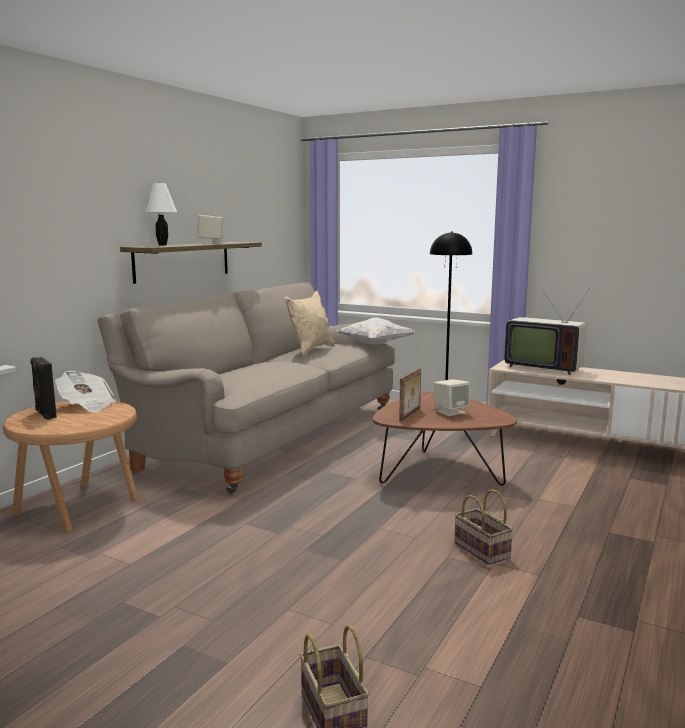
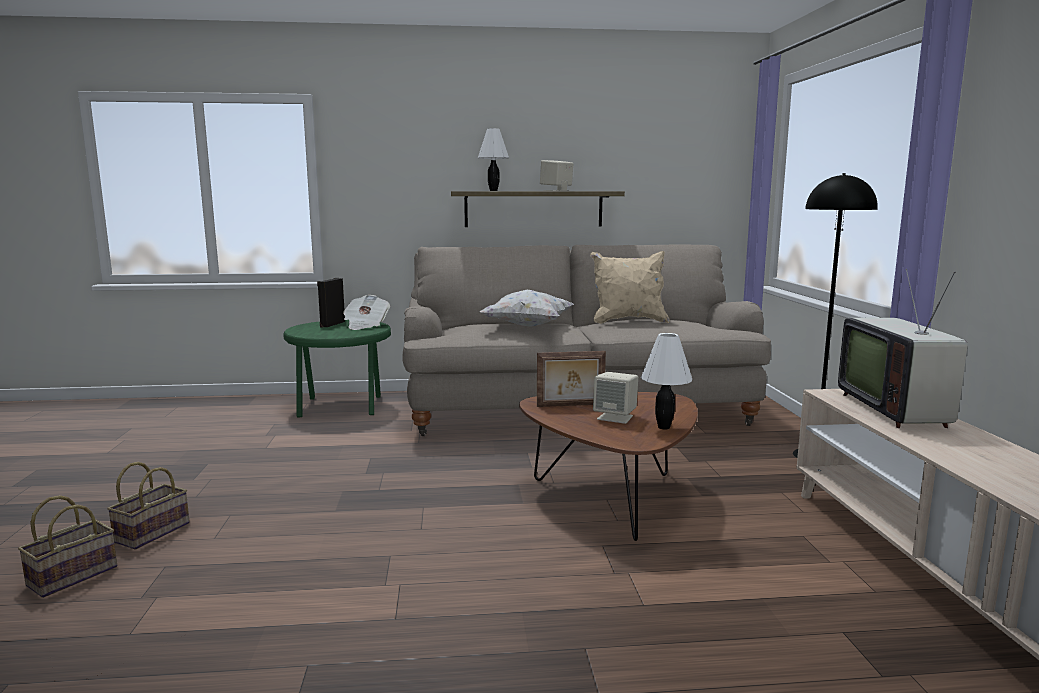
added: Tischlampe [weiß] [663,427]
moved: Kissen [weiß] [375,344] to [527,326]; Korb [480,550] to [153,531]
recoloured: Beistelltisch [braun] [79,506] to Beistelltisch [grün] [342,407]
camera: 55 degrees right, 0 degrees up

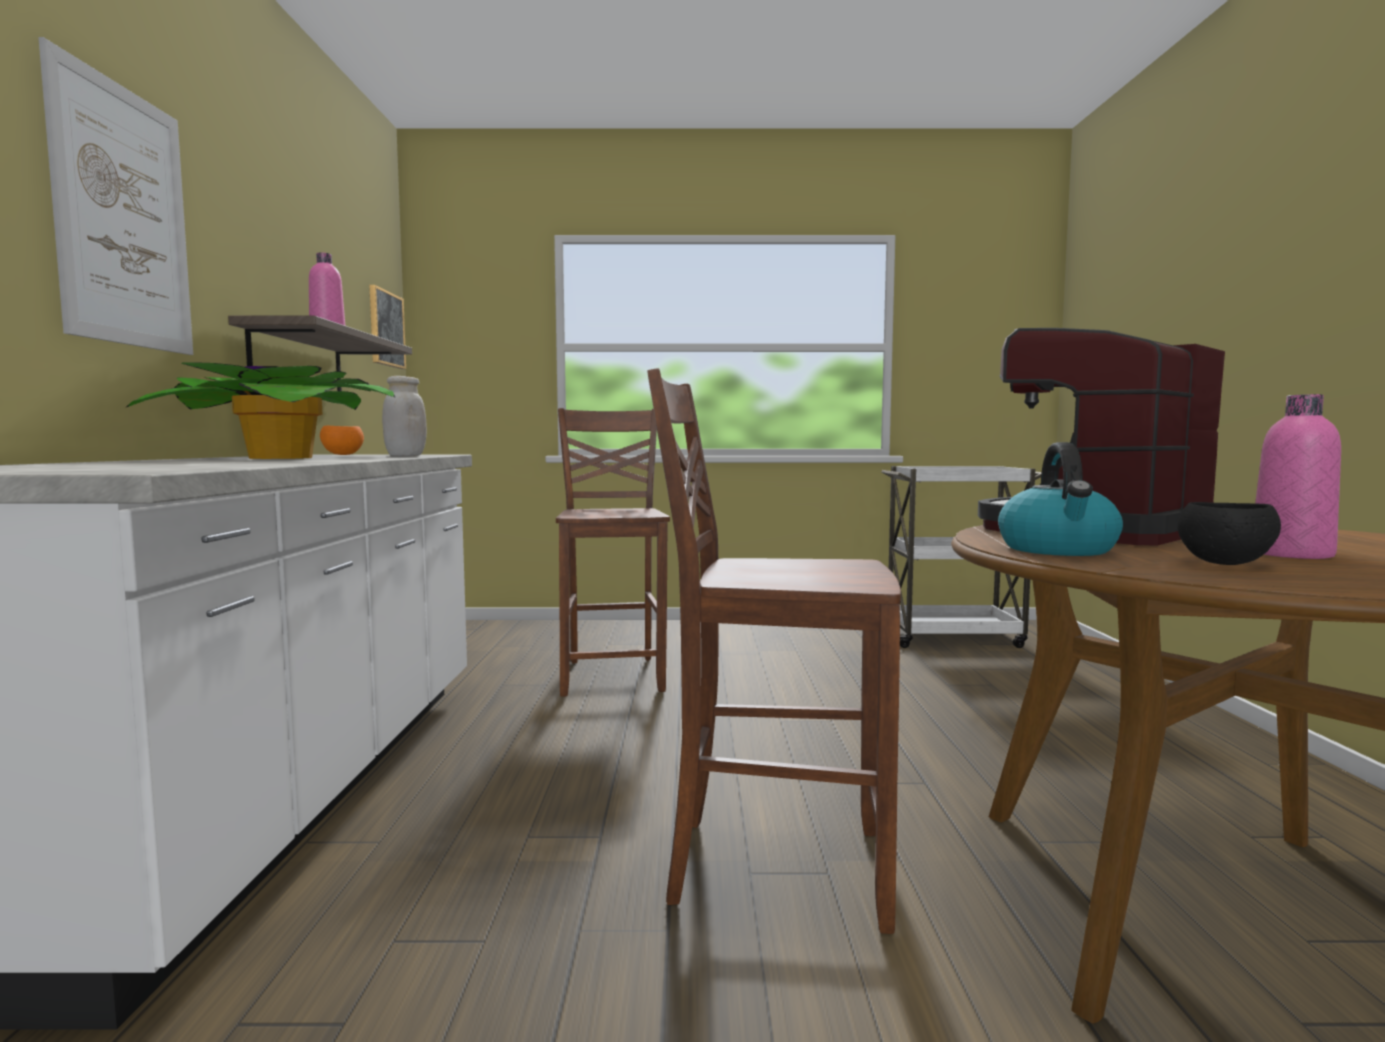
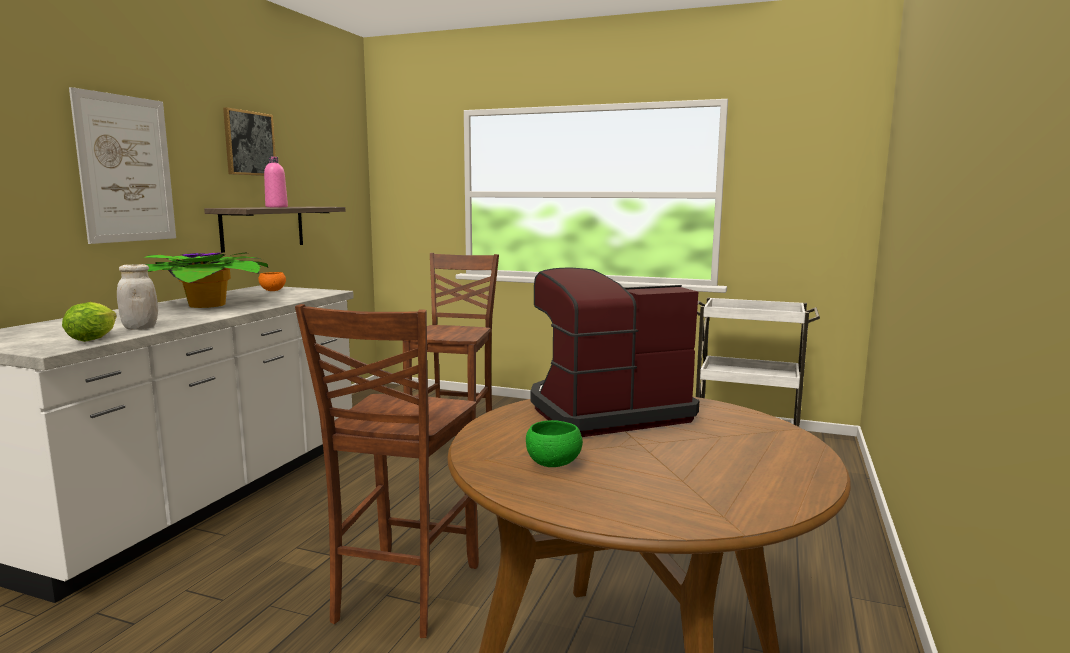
removed: Wasserkessel [1058,550]; Flasche [rosa] [1291,554]
added: Salatkopf [95,338]
moved: Bild [386,329] to [249,143]; Vorratsglas [weiß] [405,456] to [140,327]
recoloured: Schüssel [schwarz] [1224,563] to Schüssel [grün] [553,464]
turned: Stuhl [braun] [773,866] = [403,594] 105 degrees counterclockwise
camera: 20 degrees right, 5 degrees up

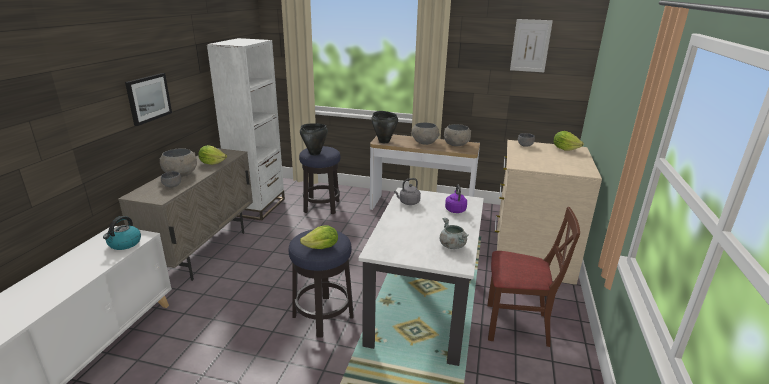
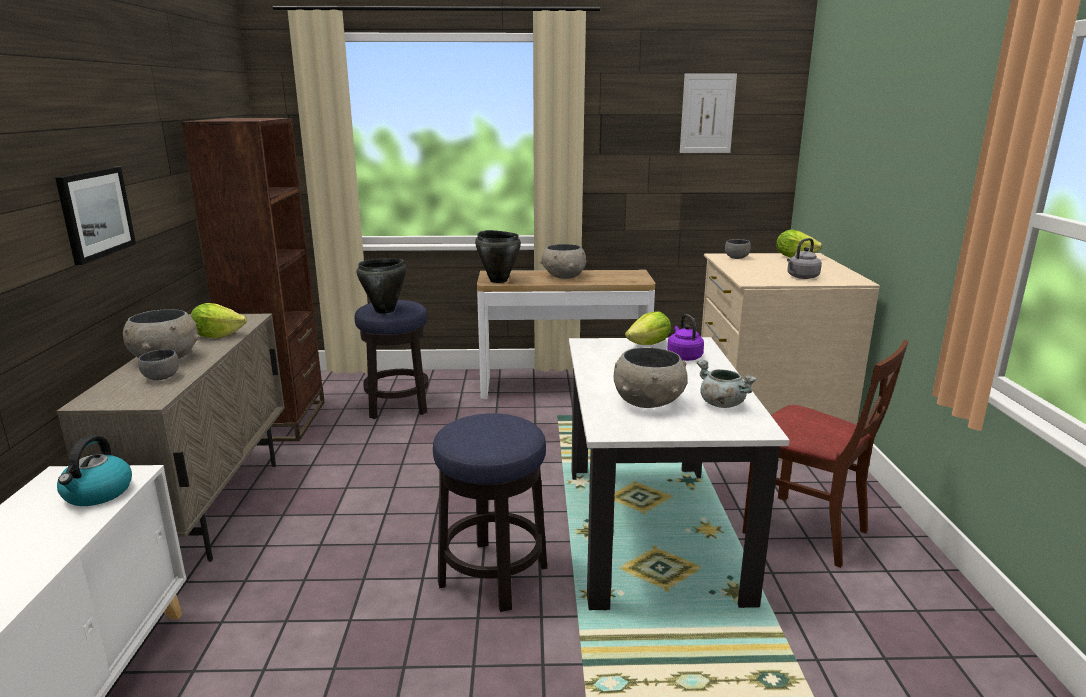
moved: Salatkopf [322,248] to [649,344]; Wasserkessel [grau] [408,202] to [801,277]; Schüssel [grau] [456,145] to [648,402]
recoloured: Bücherregal [weiß] [258,207] to Bücherregal [braun] [282,421]
turned: Stuhl [braun] [516,325] = [805,530] 45 degrees clockwise
camera: 15 degrees left, 5 degrees down

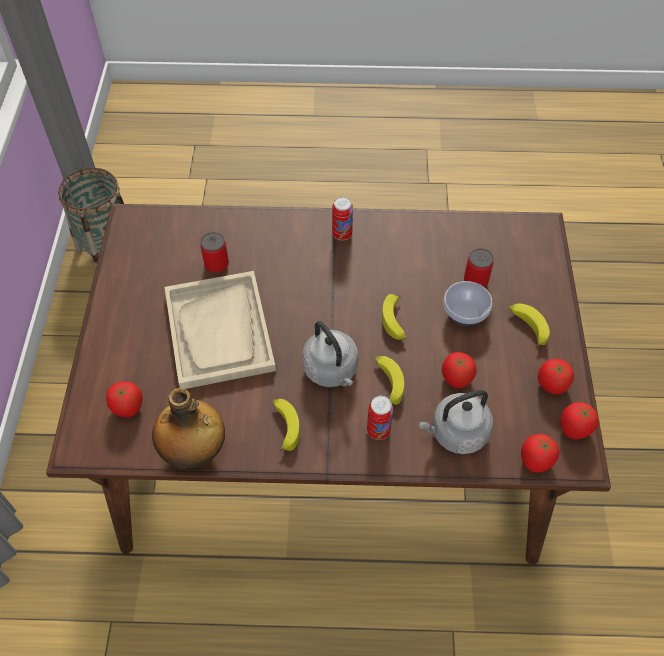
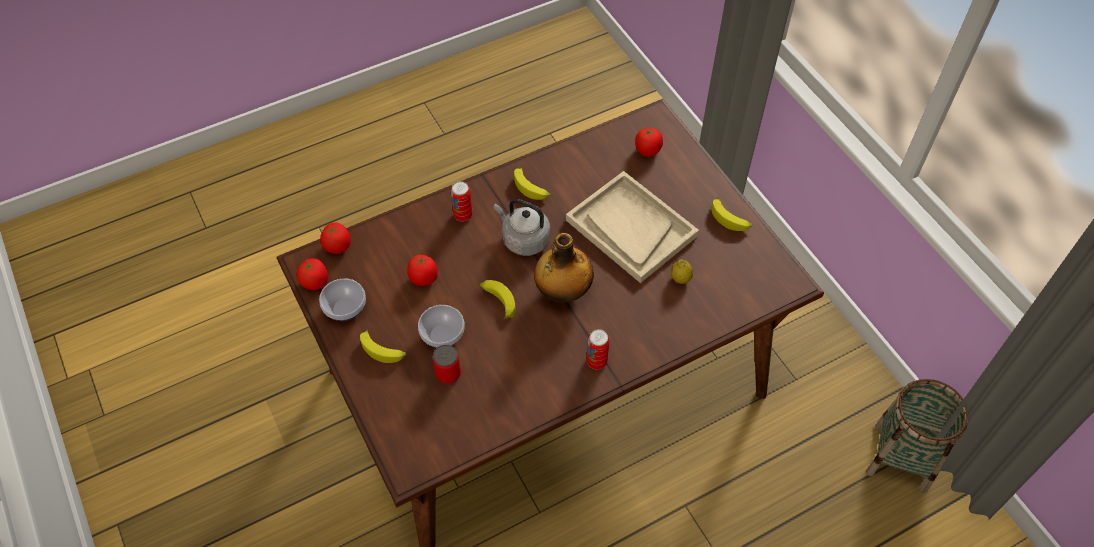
removed: Wasserkessel [grau] [456,433]
moved: Flasche [194,452] to [562,292]; Banane [387,382] to [730,219]
replaced: Dose [216,264] to Zitrone [680,279]; Tomate [551,385] to Schüssel [344,309]
camera: 150 degrees right, 0 degrees up

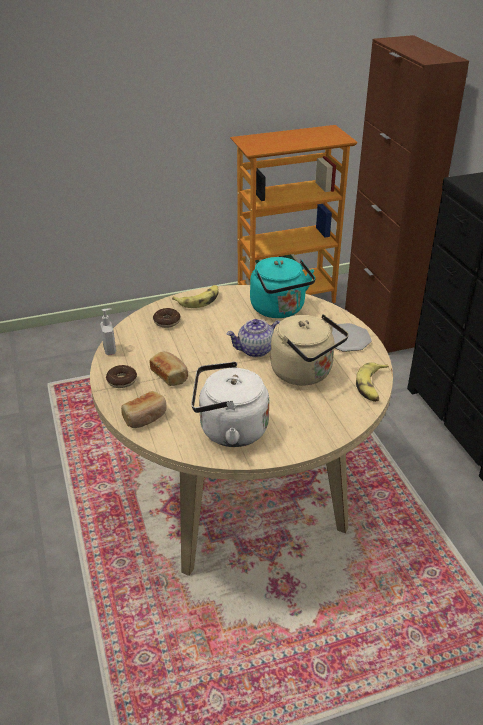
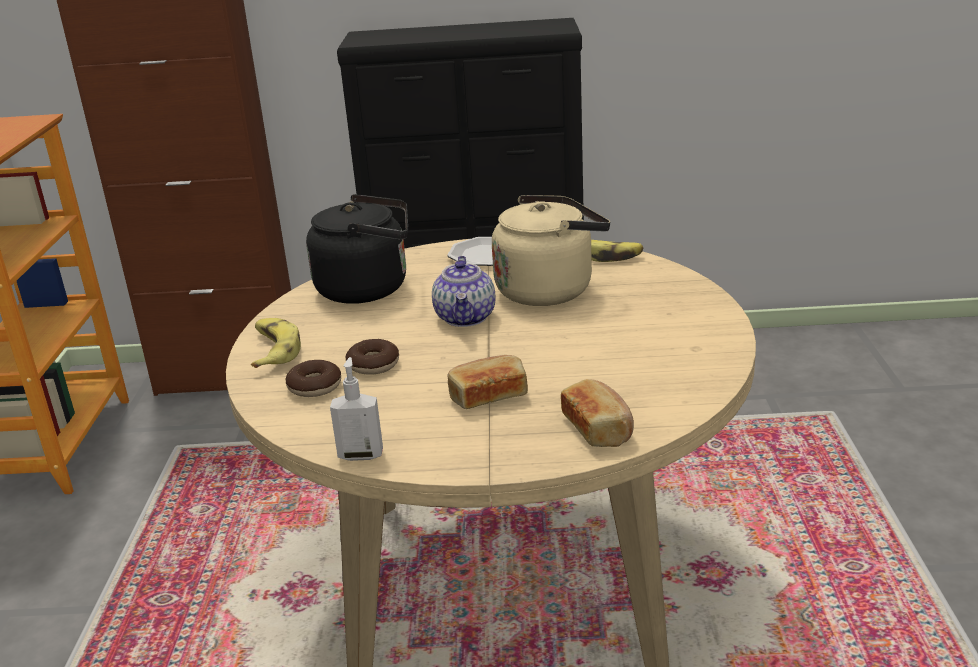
removed: Wasserkessel [weiß] [229,430]
moved: Donut [122,380] to [373,365]
recoloured: Wasserkessel [türkis] [279,309] to Wasserkessel [schwarz] [369,288]
camera: 70 degrees left, 10 degrees down

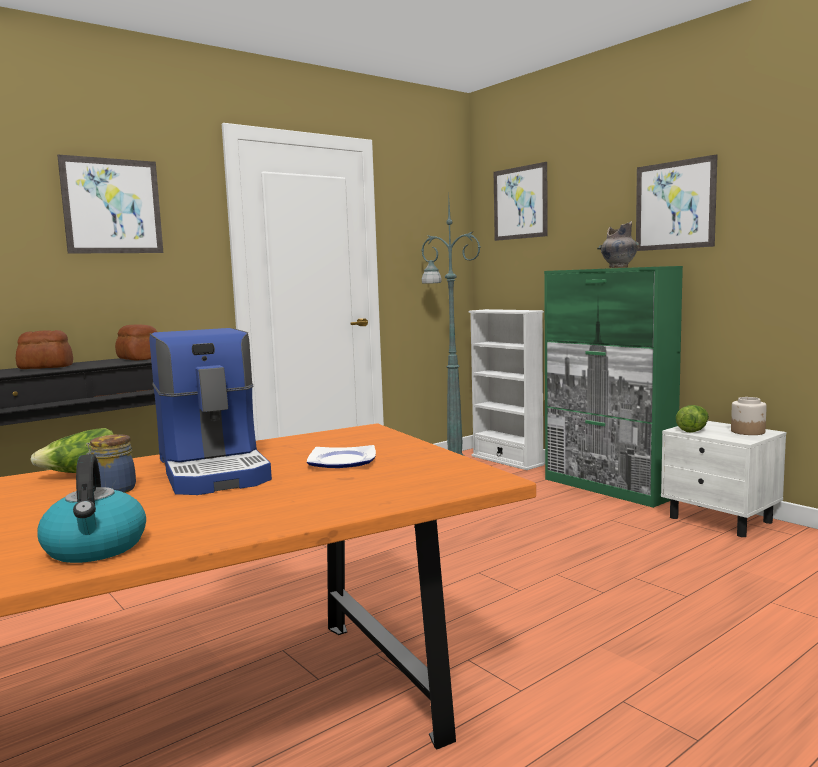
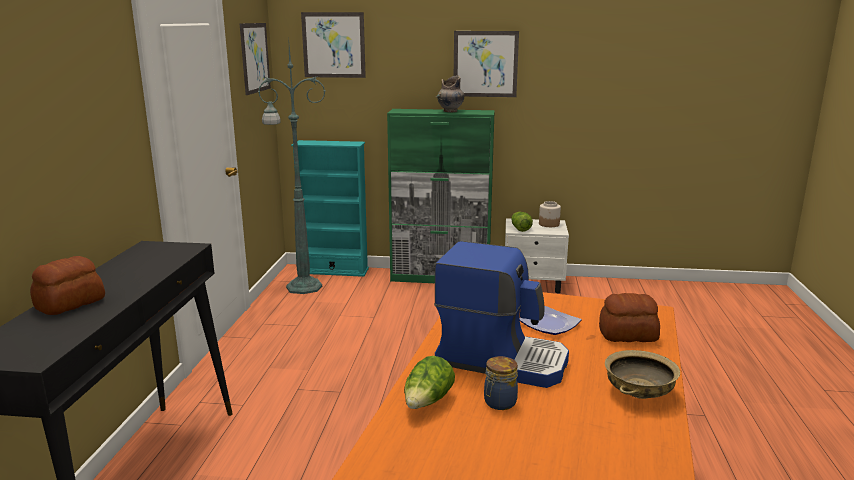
removed: Wasserkessel [96,548]
added: Schüssel [beige] [638,392]
moved: Bild [112,206] to [255,57]; Brot [140,358] to [627,334]
recoloured: Bücherregal [weiß] [507,460] to Bücherregal [türkis] [334,271]
camera: 45 degrees left, 10 degrees up

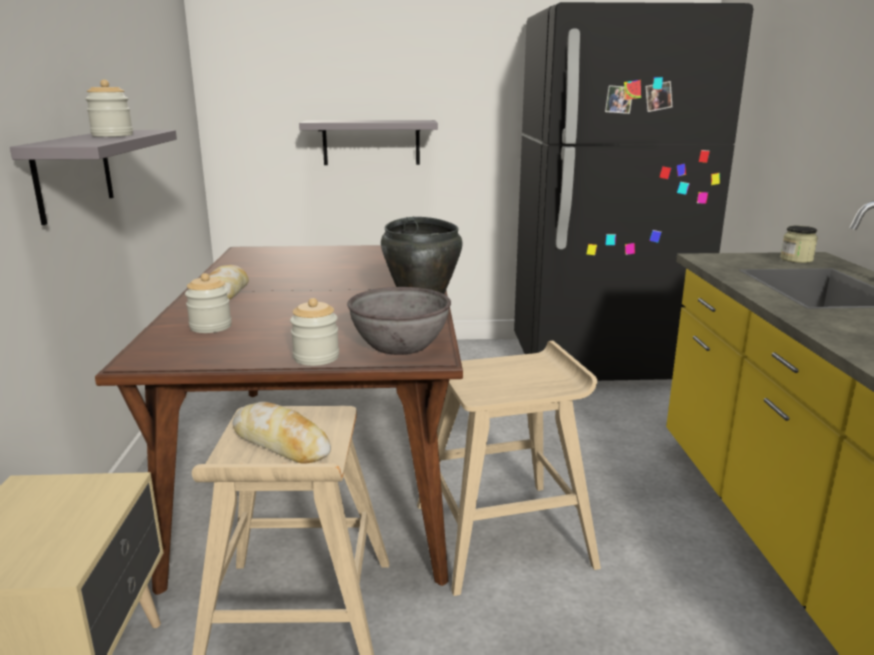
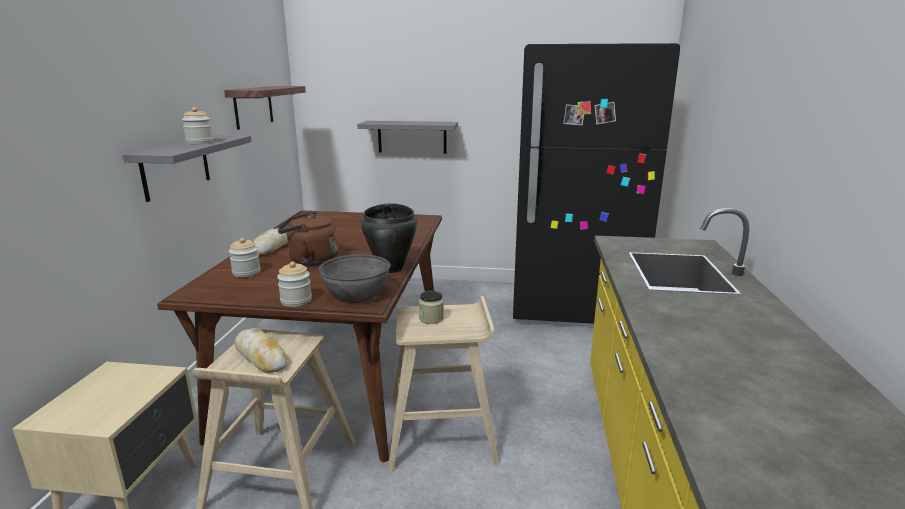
added: Wandregal [253,106]; Wasserkessel [braun] [310,260]
moved: Vorratsglas [796,259] to [431,318]
camera: 10 degrees right, 0 degrees up

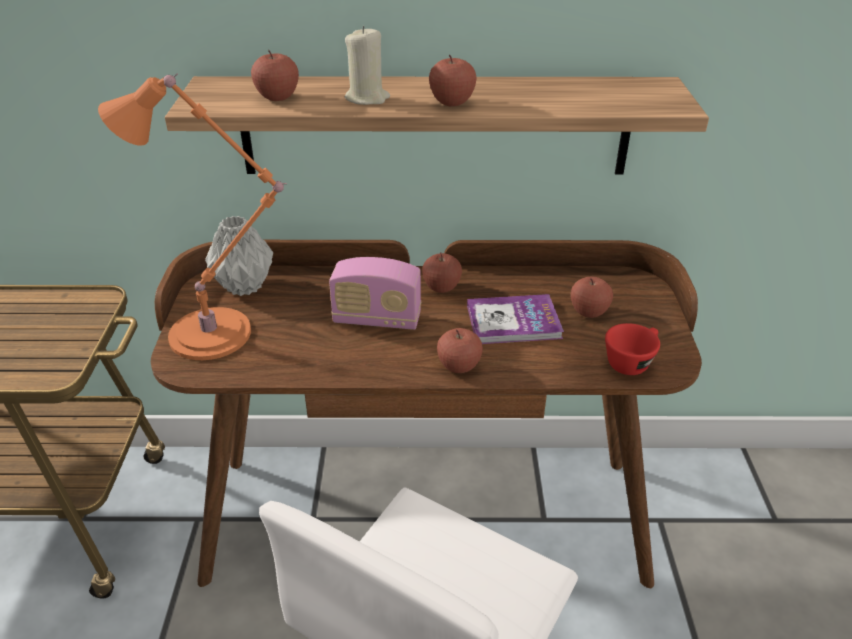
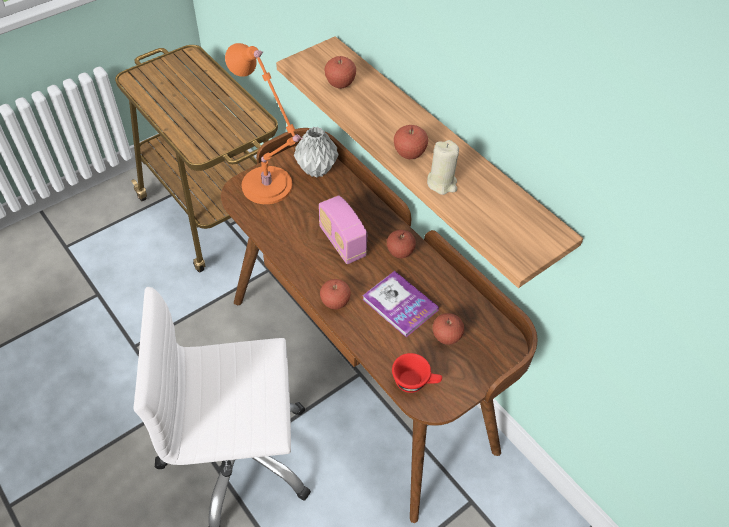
moved: Kerze [beige] [367,98] to [442,183]
camera: 50 degrees right, 15 degrees up

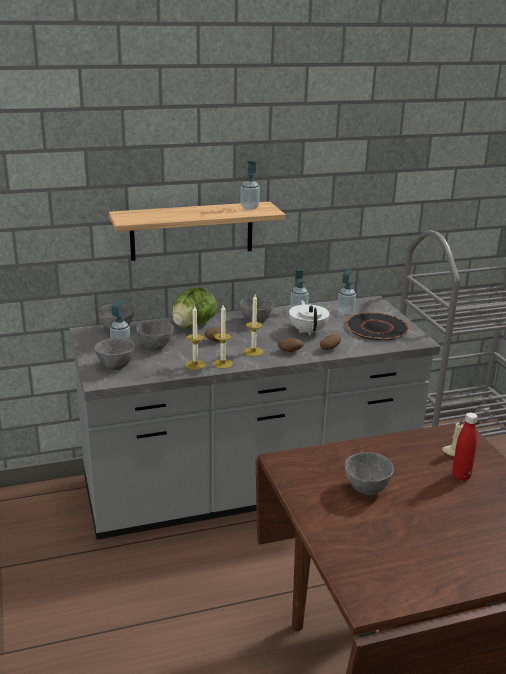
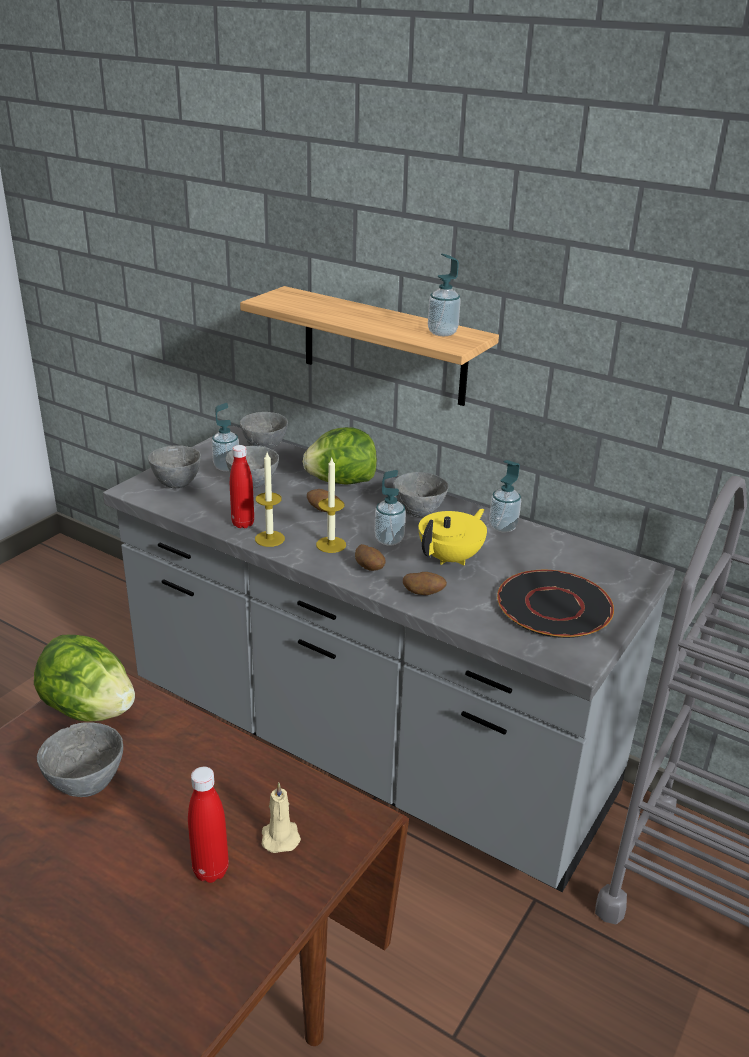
added: Salatkopf [89,709]
moved: Seifenspender [345,311] to [389,540]
replaced: Kerze [195,365] to Flasche [rot] [243,524]
recoloured: Teekanne [weiß] [308,331] to Teekanne [gelb] [451,558]
camera: 50 degrees right, 5 degrees up

